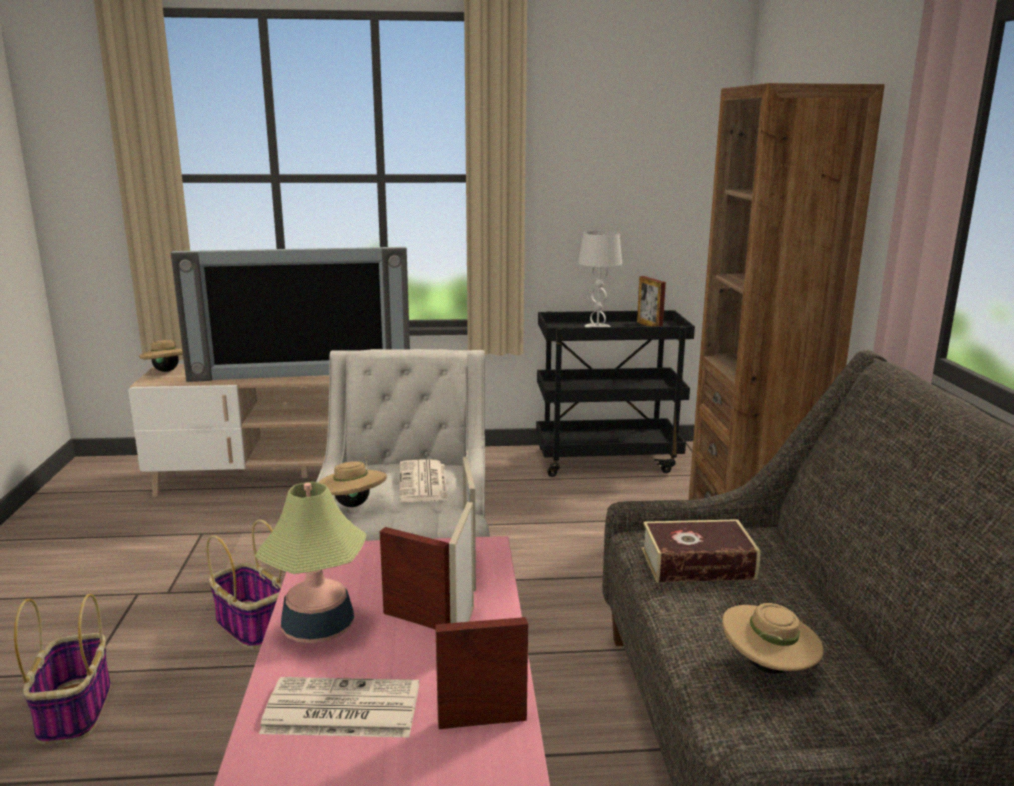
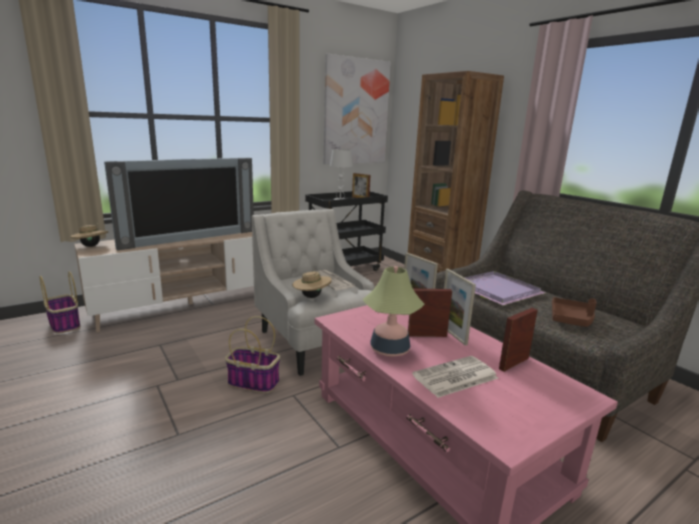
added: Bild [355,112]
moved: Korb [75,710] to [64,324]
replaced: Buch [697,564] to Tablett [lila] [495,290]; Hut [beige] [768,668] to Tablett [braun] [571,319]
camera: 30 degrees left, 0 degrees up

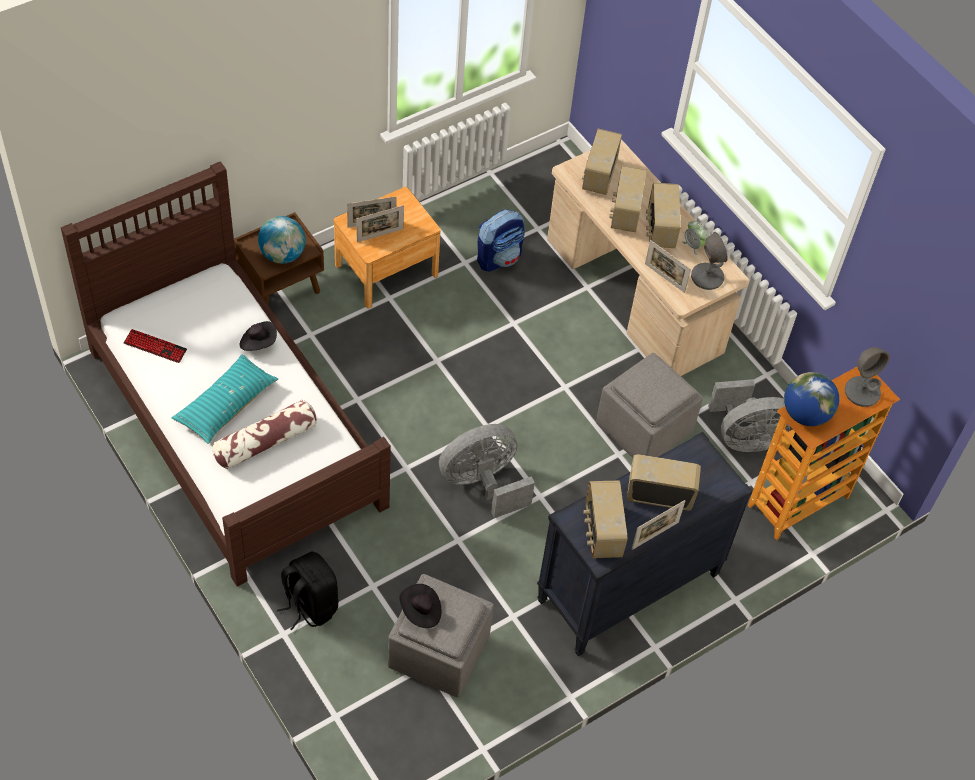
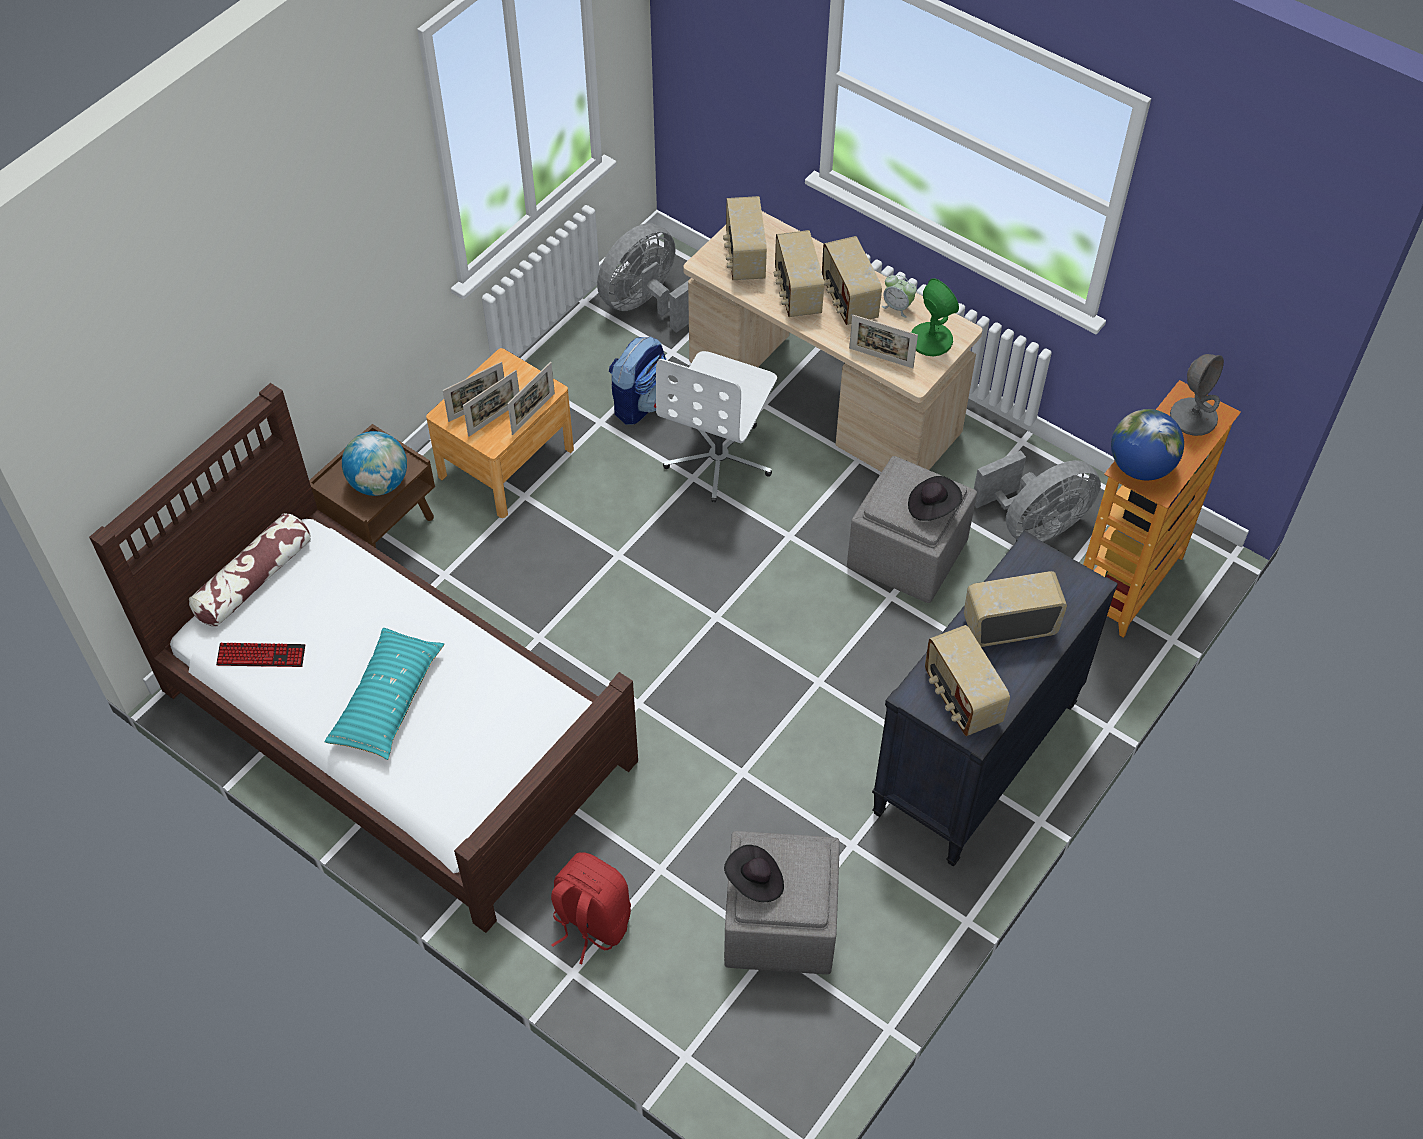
added: Bürostuhl [weiß] [719,458]
moved: Kissen [265,442] to [254,580]; Hut [schwarz] [258,342] to [932,507]; Ventilator [grau] [483,483] to [649,305]; Bilderrahmen [655,535] to [533,414]
recoloured: Rucksack [schwarz] [309,605] to Rucksack [rot] [590,923]; Tischlampe [grau] [707,276] to Tischlampe [grün] [930,340]
camera: 15 degrees left, 0 degrees up

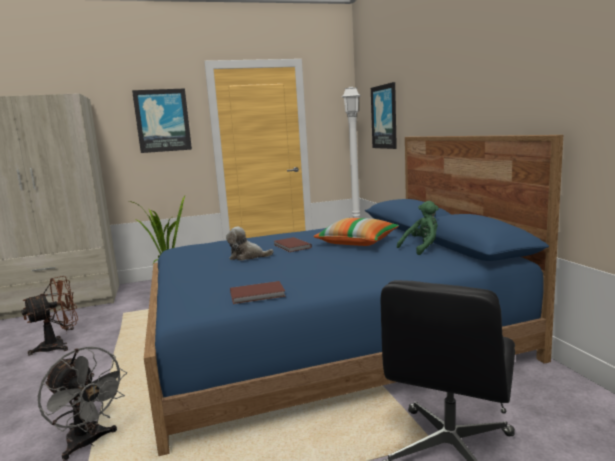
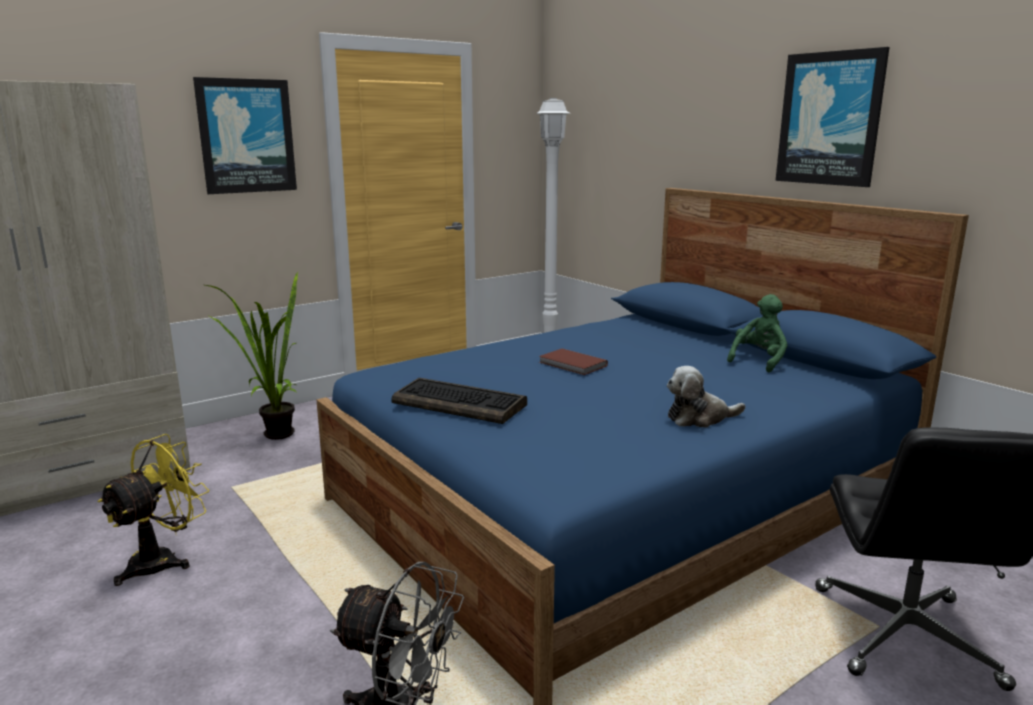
removed: Buch [braun] [258,295]; Kissen [357,243]
added: Tastatur [461,404]
moved: Plüschtier [247,257] to [699,418]; Bild [384,117] to [830,119]
recoloured: Ventilator [braun] [59,345] to Ventilator [gelb] [163,560]
camera: 20 degrees left, 5 degrees up

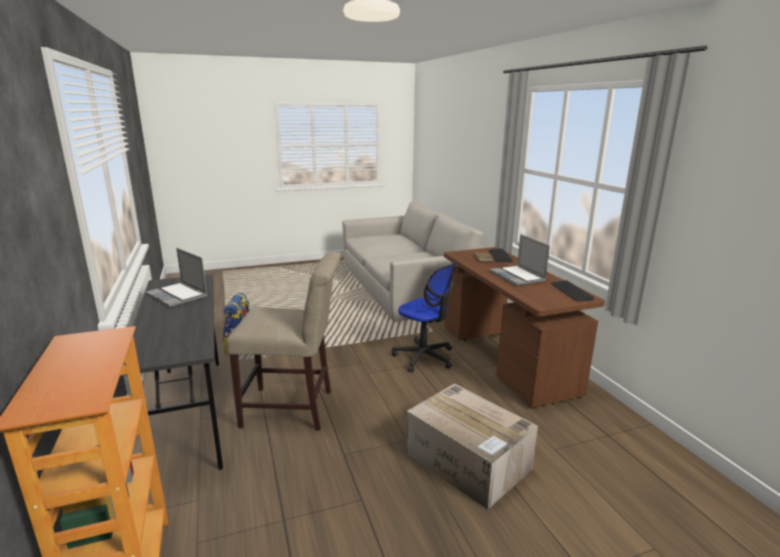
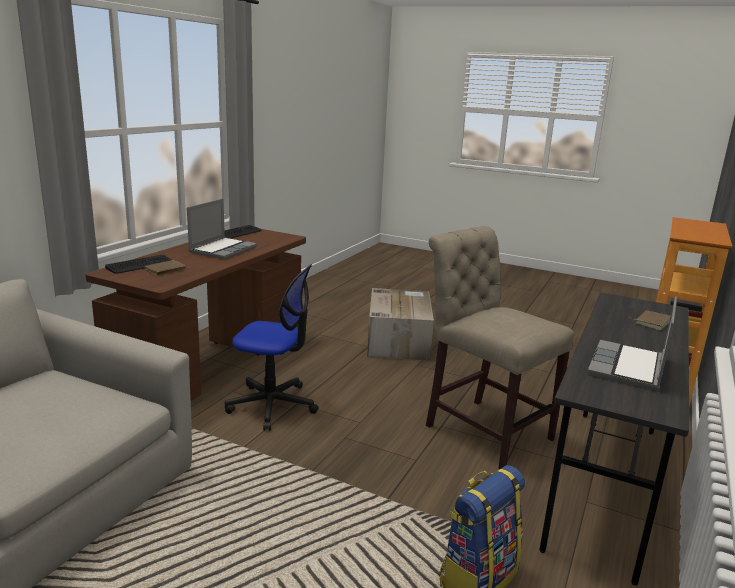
added: Buch [braun] [651,322]
turned: Laptop [178,296] = [628,367] 150 degrees counterclockwise; Bürostuhl [424,357] = [272,405] 105 degrees clockwise
camera: 135 degrees left, 0 degrees up

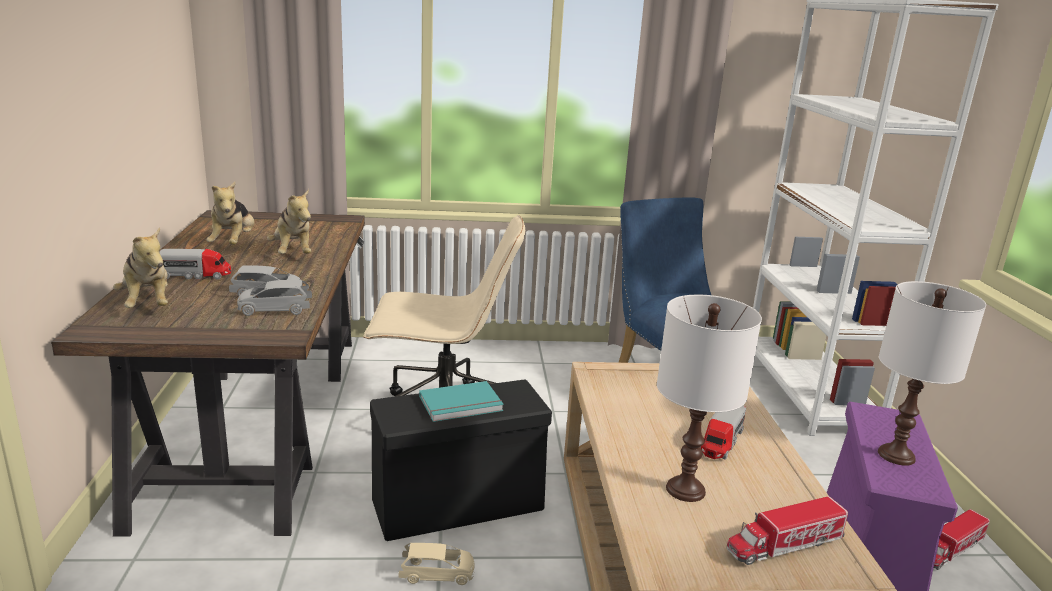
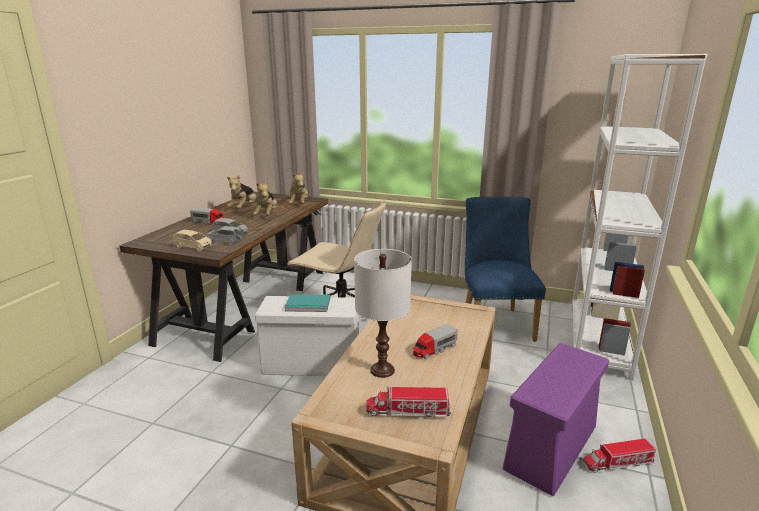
removed: Tischlampe [weiß] [896,455]
moved: Plüschtier [148,304] to [299,204]; Spielzeugauto [beige] [437,574] to [193,247]
recoloured: Aufbewahrungsbox [schwarz] [460,504] to Aufbewahrungsbox [weiß] [313,364]
camera: 25 degrees right, 0 degrees up

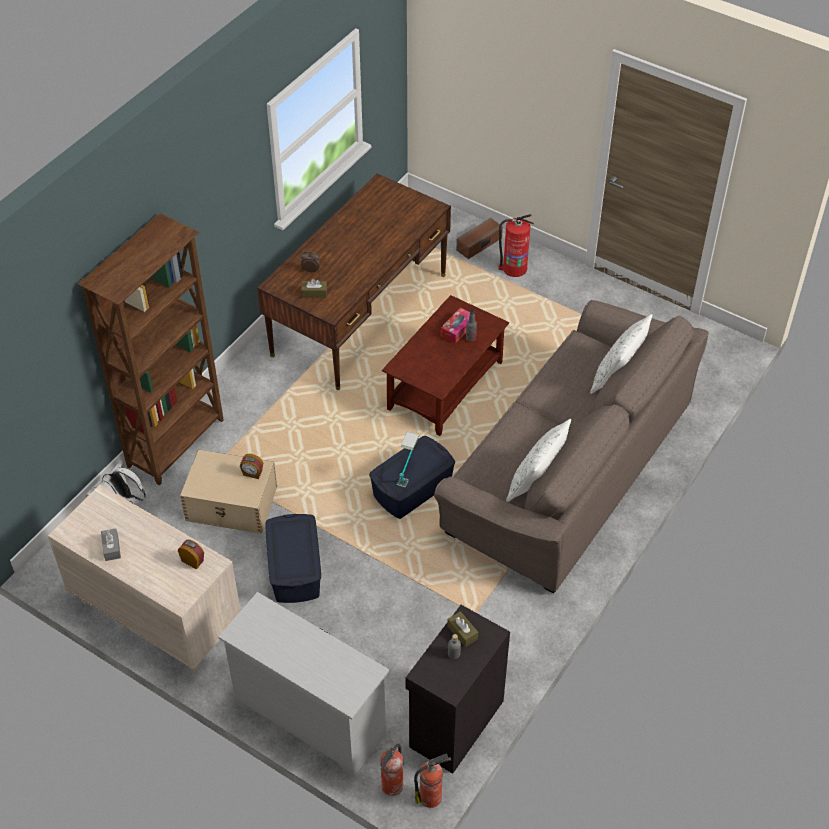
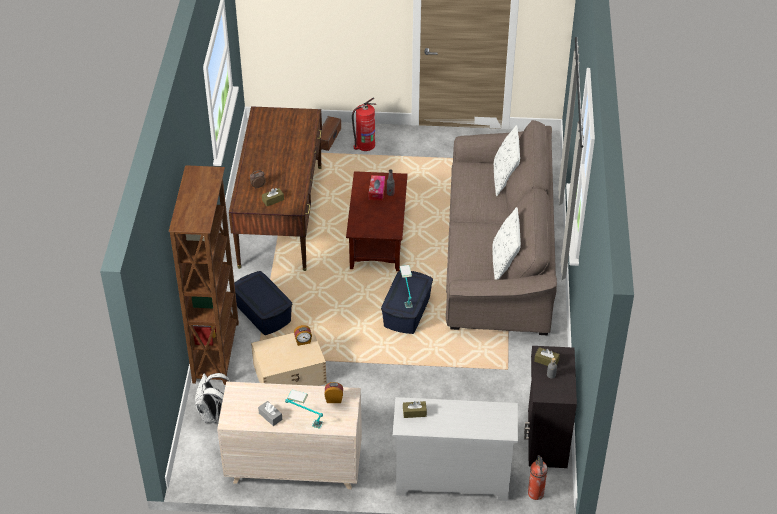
removed: Feuerlöscher [432,797]
added: Tischlampe [304,421]; Taschentuchbox [braun] [414,412]
moved: Aufbewahrungsbox [blau] [294,570] to [262,313]
camera: 30 degrees left, 5 degrees down

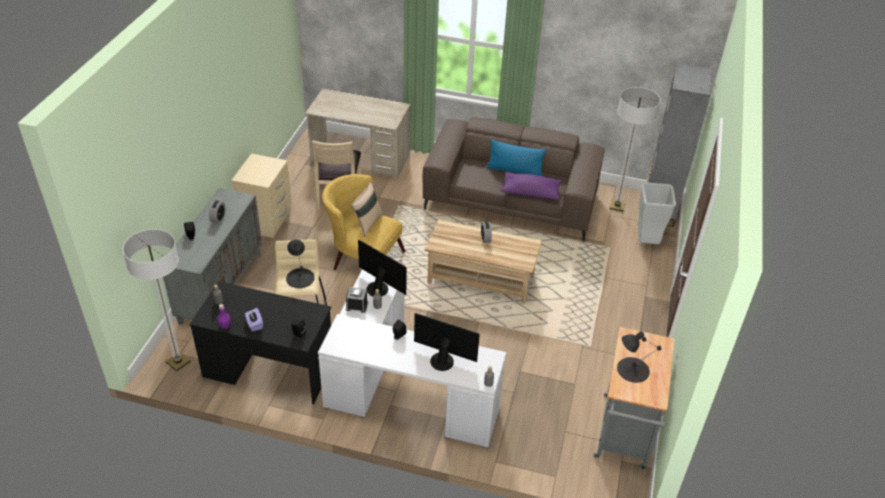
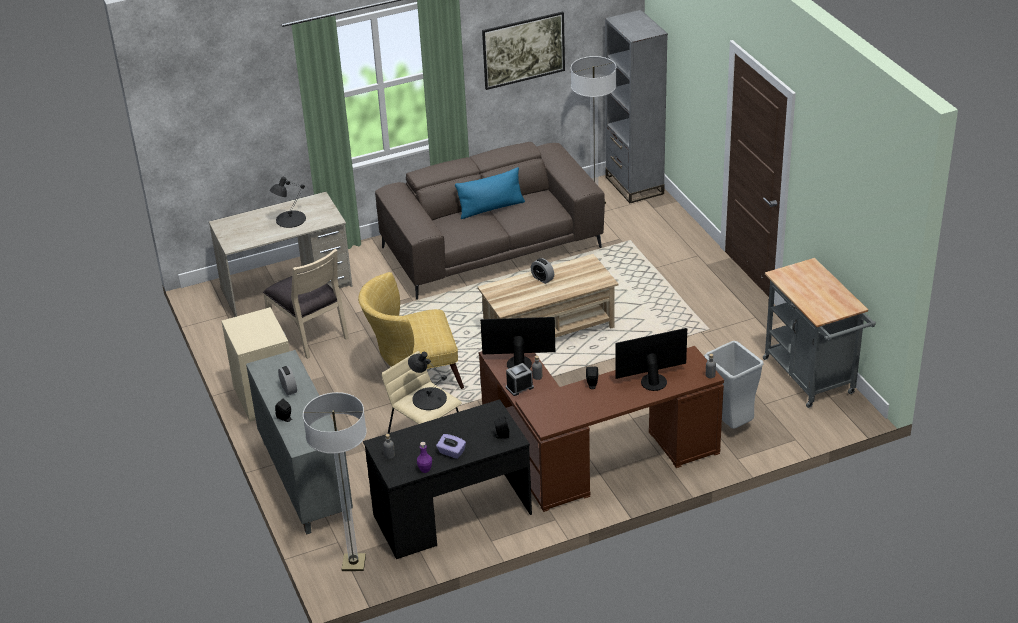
removed: Kissen [beige] [367,223]; Kissen [lila] [530,192]
added: Bild [524,64]
moved: Tischlampe [schwarz] [632,369] to [290,219]; Mülleimer [grau] [647,241] to [730,424]
recoloured: Schreibtisch [weiß] [399,388] to Schreibtisch [braun] [590,456]
camera: 35 degrees left, 5 degrees down

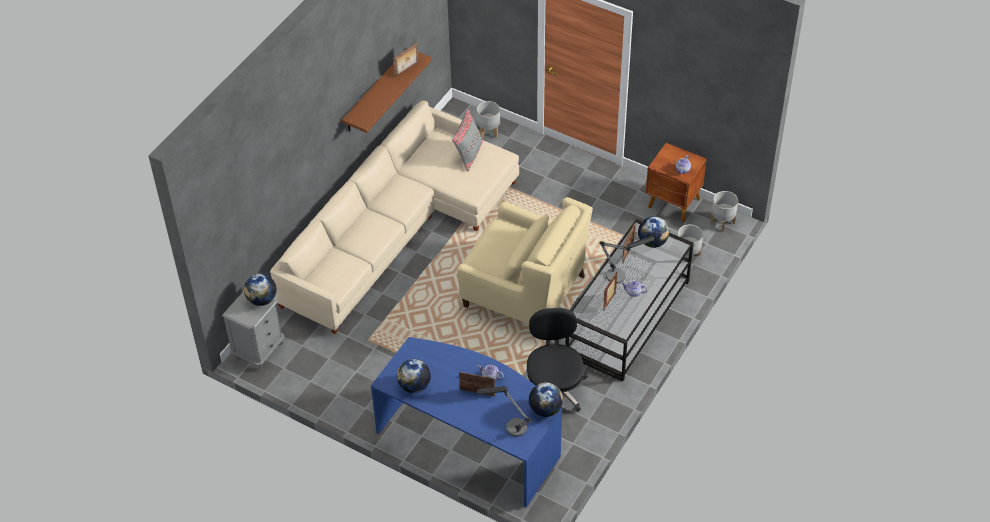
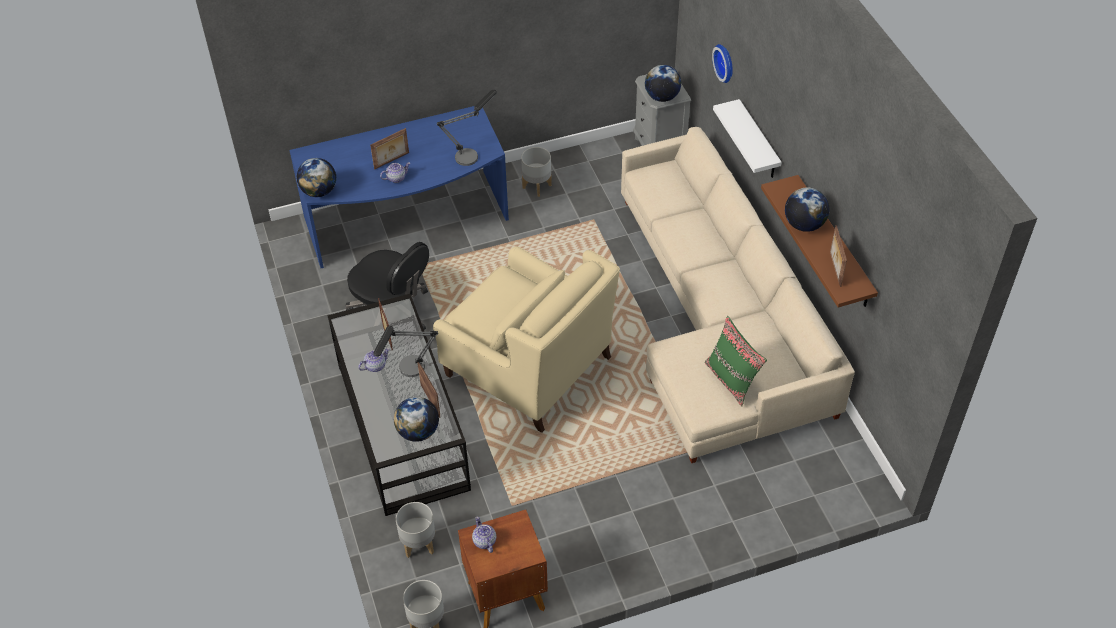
added: Wanduhr [725,62]; Wandregal [weiß] [758,141]
moved: Globus [414,386] to [804,224]; Pflanzkübel [grau] [488,131] to [537,186]; Tischlampe [509,427] to [471,154]
recoloured: Kissen [grau] [468,154] to Kissen [grün] [731,380]
turned: Sessel [beige] [524,291] = [528,366] 120 degrees counterclockwise
camera: 130 degrees right, 0 degrees up

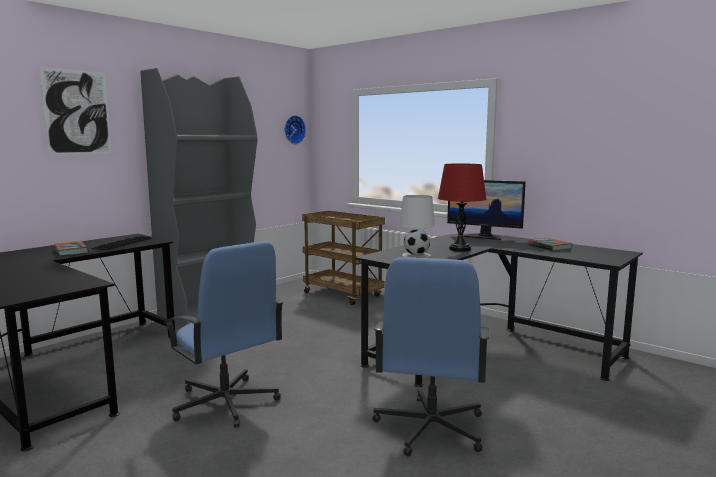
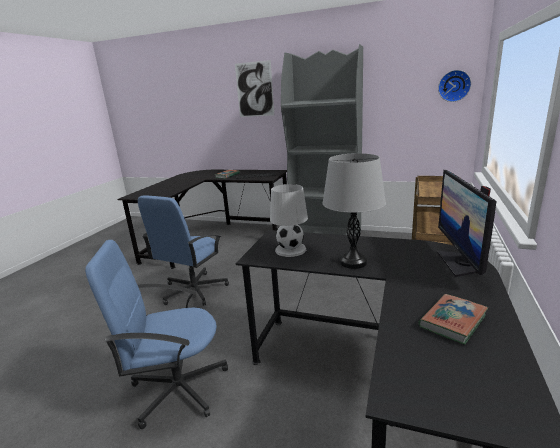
recoloured: Tischlampe [rot] [460,249] to Tischlampe [grau] [353,262]
camera: 70 degrees right, 10 degrees up

